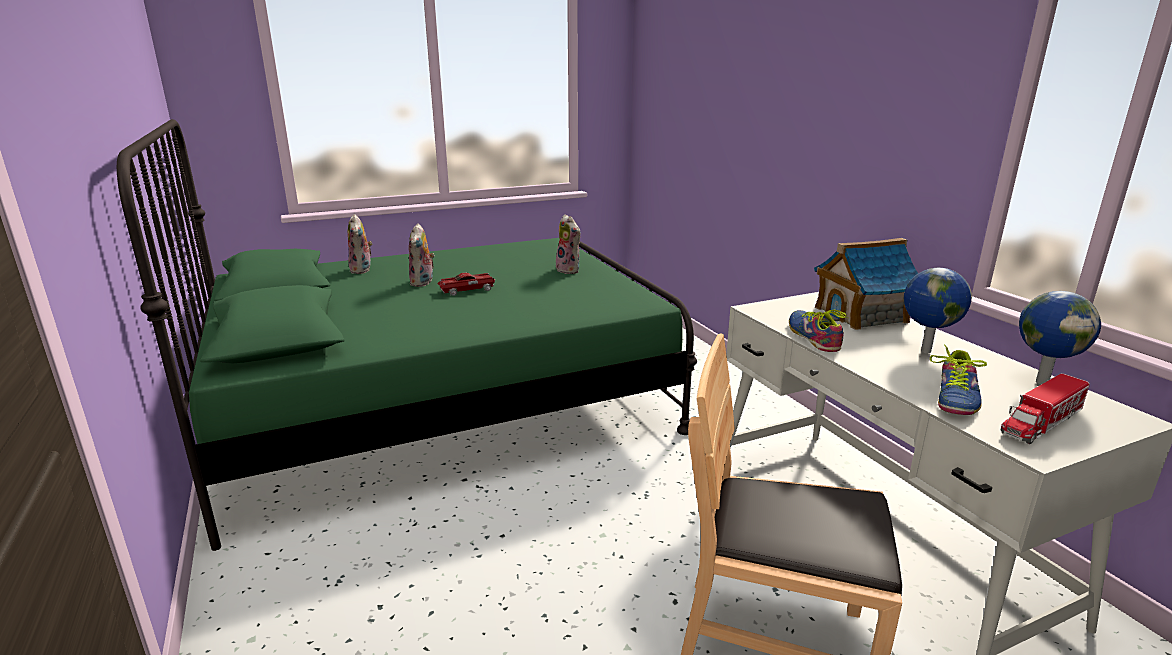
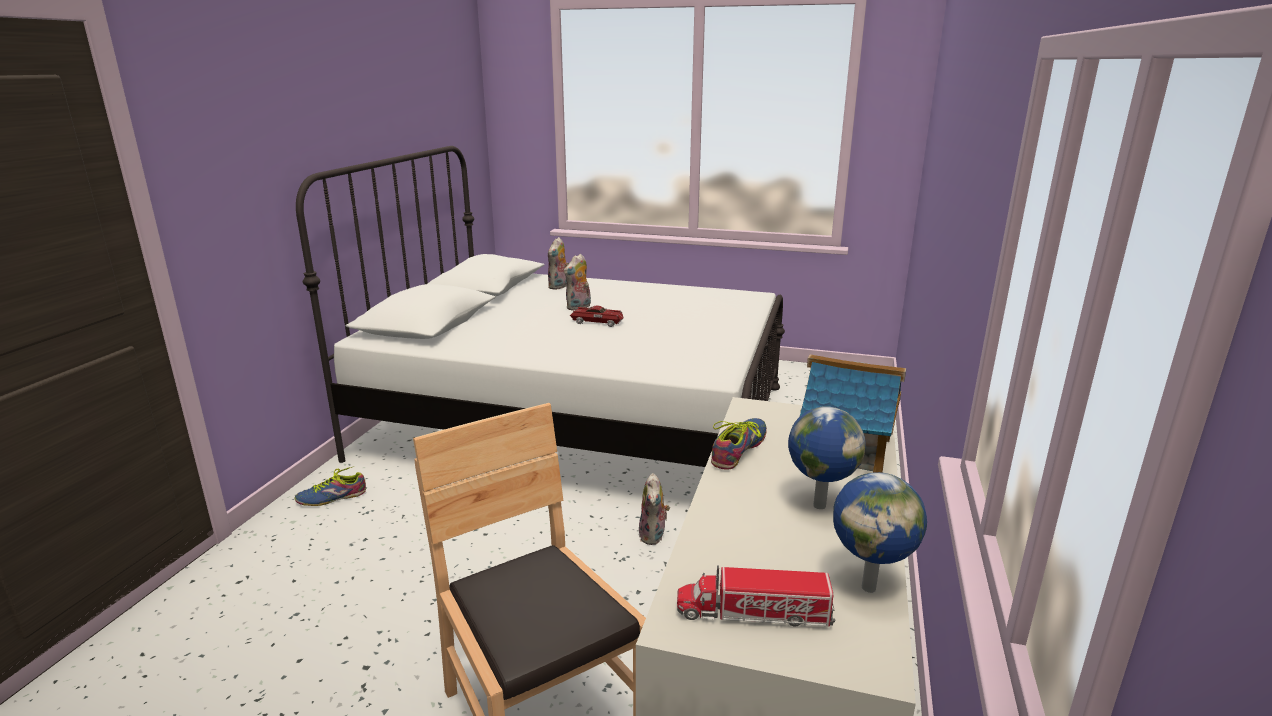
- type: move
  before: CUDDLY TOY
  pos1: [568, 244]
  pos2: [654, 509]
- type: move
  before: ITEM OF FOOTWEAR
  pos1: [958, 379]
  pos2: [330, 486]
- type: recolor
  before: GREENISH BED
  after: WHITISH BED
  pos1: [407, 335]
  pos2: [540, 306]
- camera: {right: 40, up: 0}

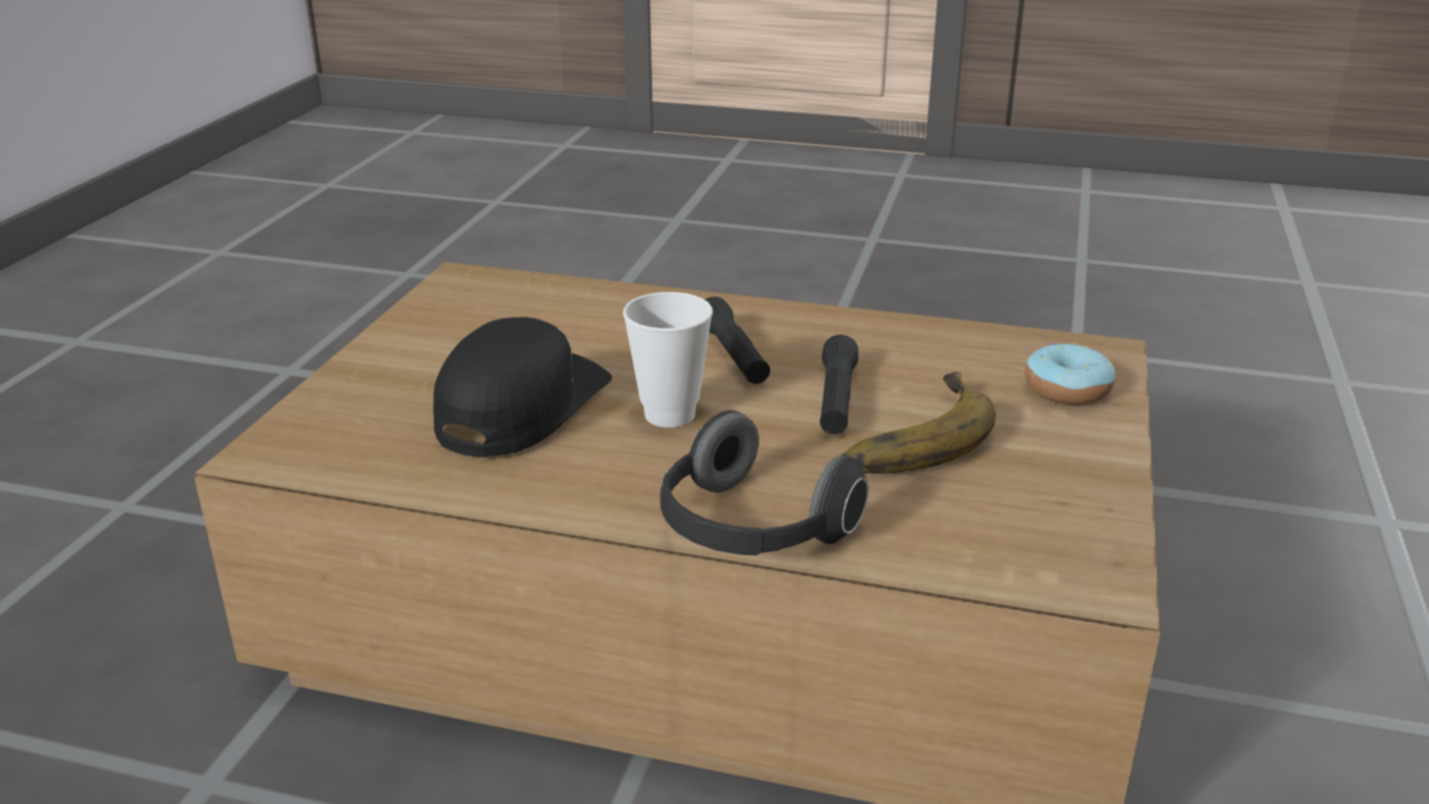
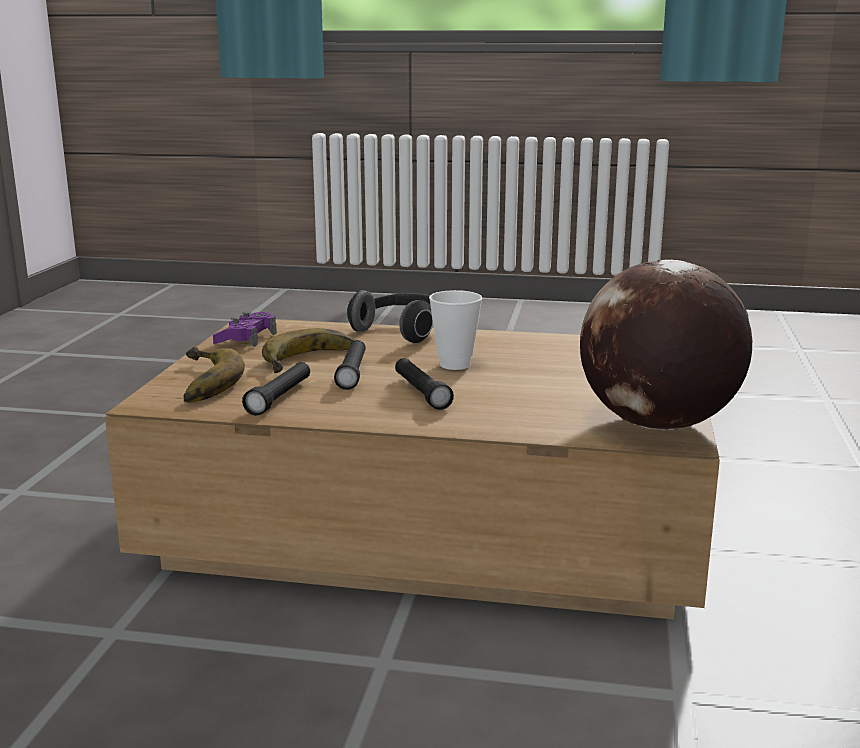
- type: delete
  before: BLACK CAP
  pos1: [522, 387]
- type: insert
  after: PURPLE GAME CONTROLLER
  pos2: [245, 329]
- type: insert
  after: BLACK TORCH
  pos2: [276, 389]
- type: insert
  after: WORLD GLOBE
  pos2: [666, 345]
- type: replace
  before: DONUT
  after: BANANA
  pos1: [1070, 374]
  pos2: [214, 375]
- camera: {right: 175, up: -10}

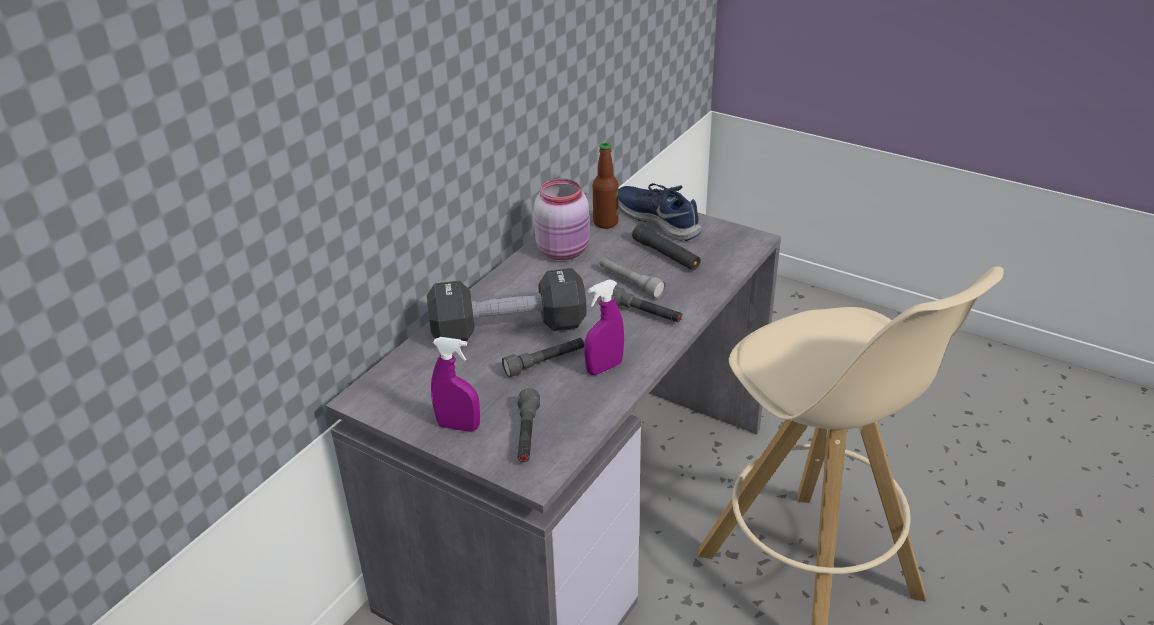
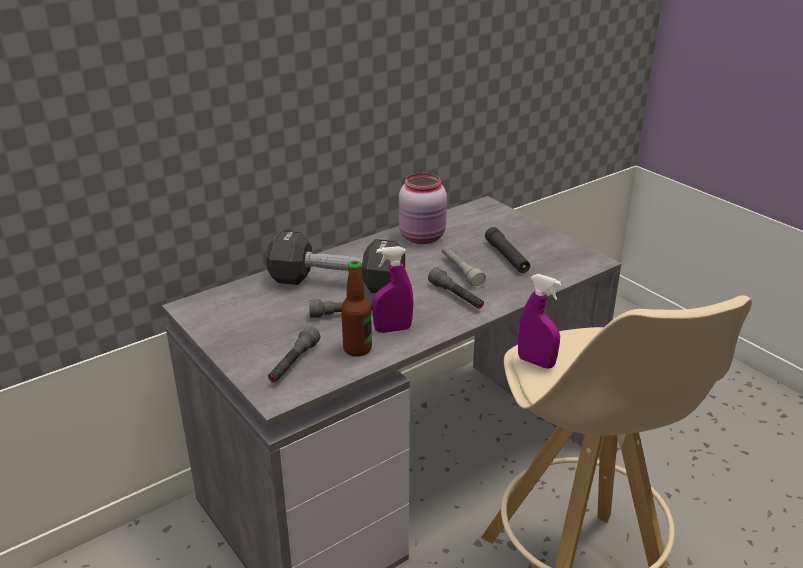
- type: delete
  before: BLUISH ITEM OF FOOTWEAR
  pos1: [660, 212]
- type: move
  before: PURPLE HAND SPRAYER
  pos1: [455, 384]
  pos2: [540, 321]
- type: move
  before: DRINK BOTTLE
  pos1: [606, 186]
  pos2: [356, 309]
- camera: {right: 20, up: -5}

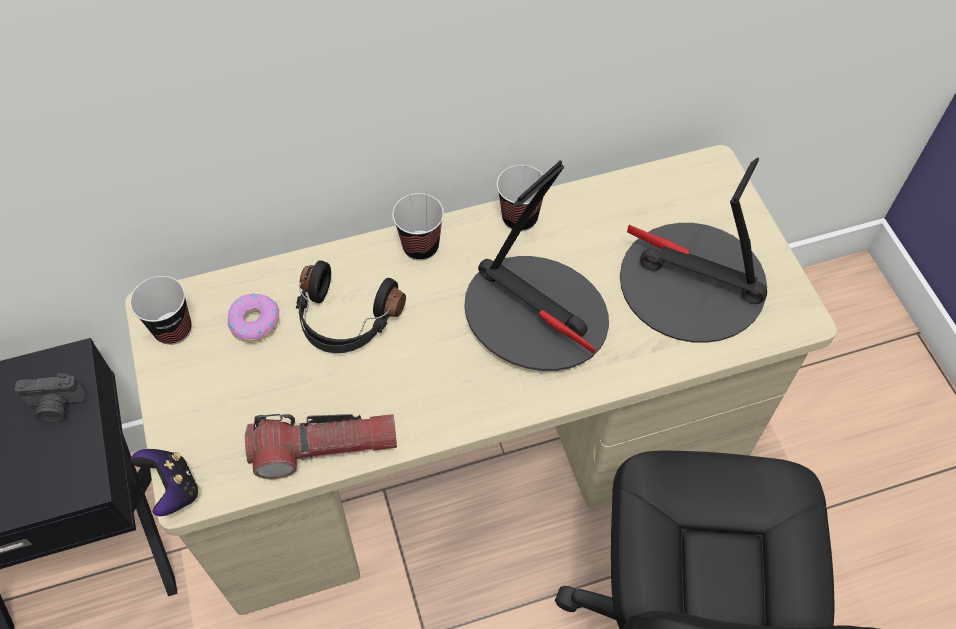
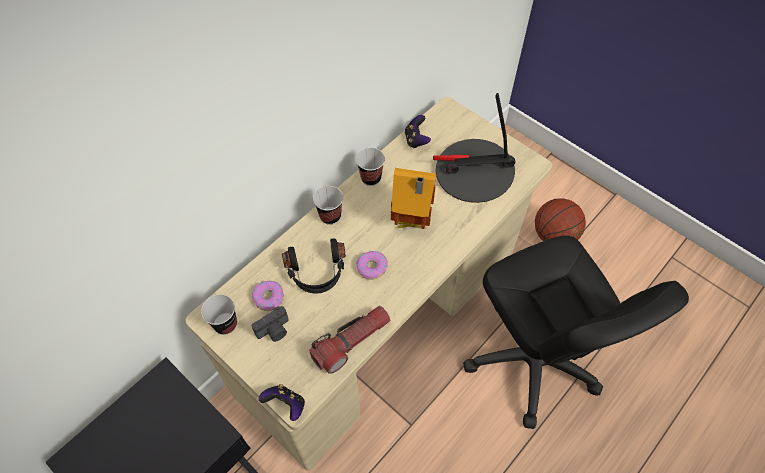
- type: insert
  after: DONUT
  pos2: [372, 265]
- type: insert
  after: GAME CONTROLLER
  pos2: [418, 132]
- type: insert
  after: BALL FOR BASKETBALL
  pos2: [560, 219]
- type: move
  before: STILL CAMERA
  pos1: [50, 398]
  pos2: [270, 324]
- type: replace
  before: TABLETOP LAMP
  after: MINIATURE HOUSE
  pos1: [536, 265]
  pos2: [413, 198]
- camera: {right: -30, up: 0}

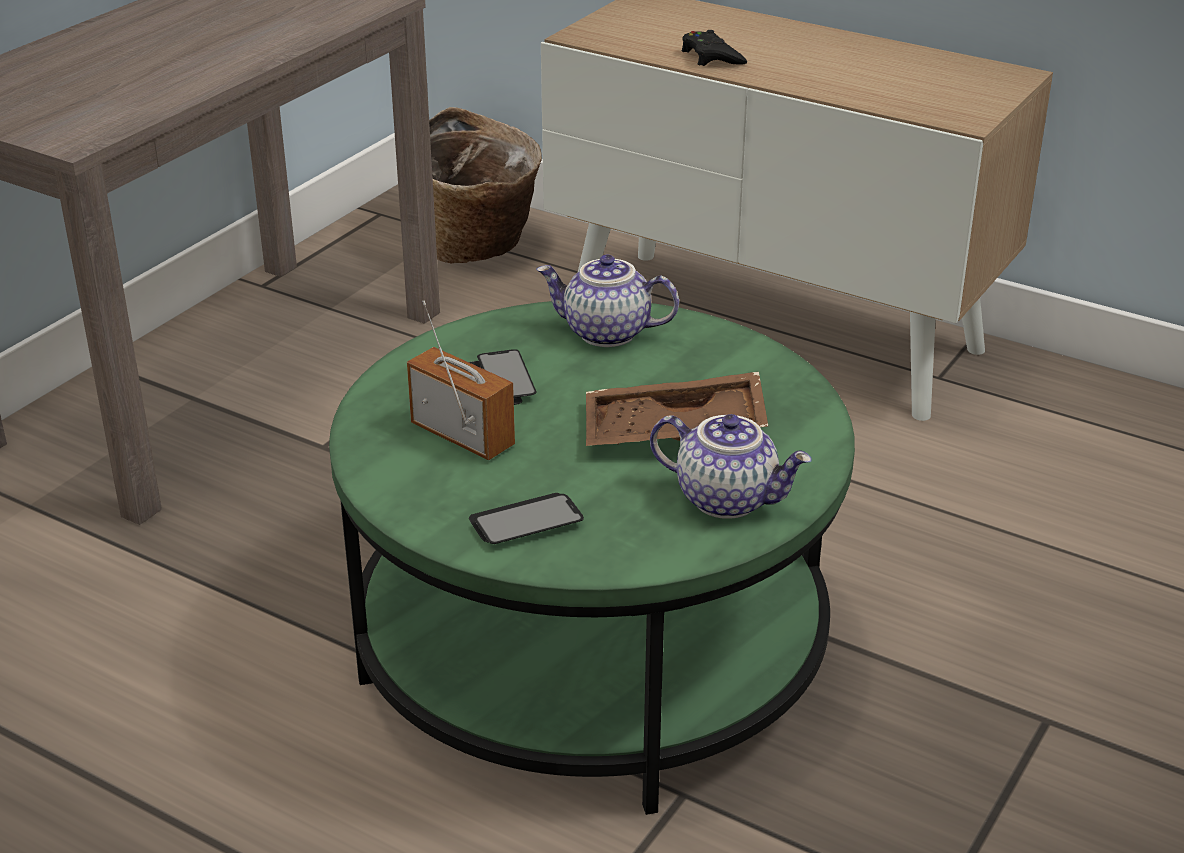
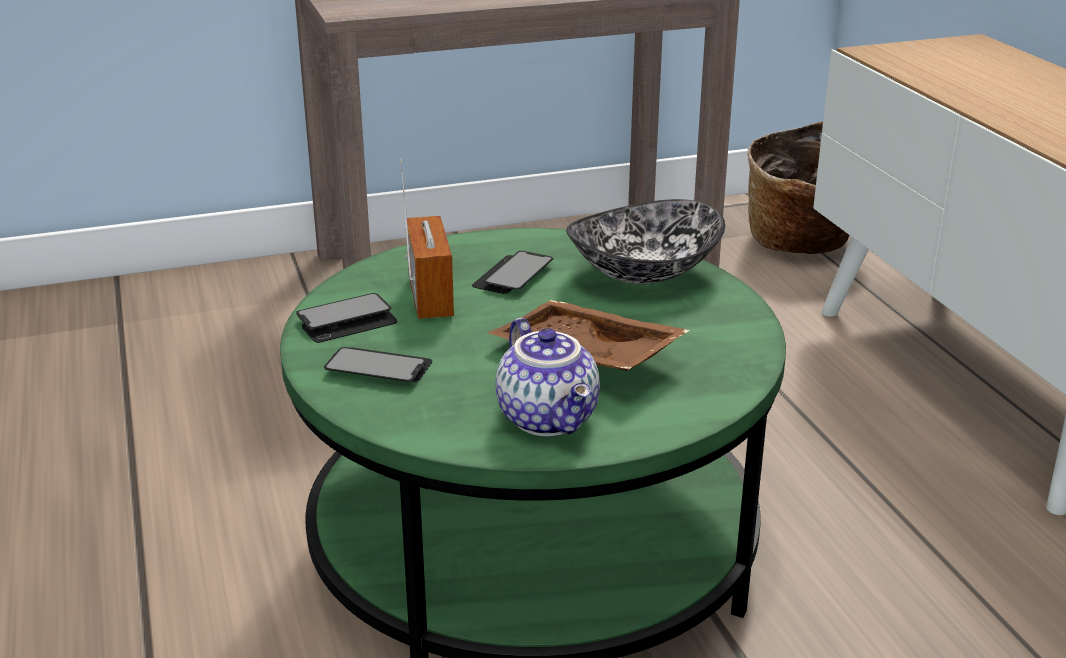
- type: delete
  before: BLACK GAME CONTROLLER
  pos1: [714, 48]
- type: insert
  after: PHONE
  pos2: [346, 318]
- type: replace
  before: TEAPOT
  after: BOWL
  pos1: [607, 301]
  pos2: [645, 241]
- camera: {right: 40, up: -5}

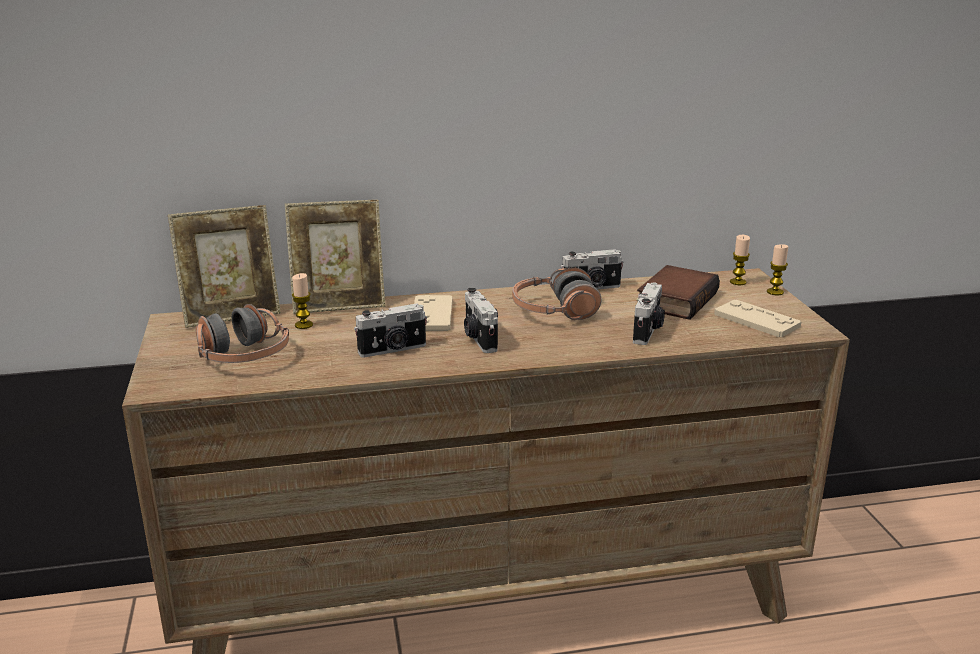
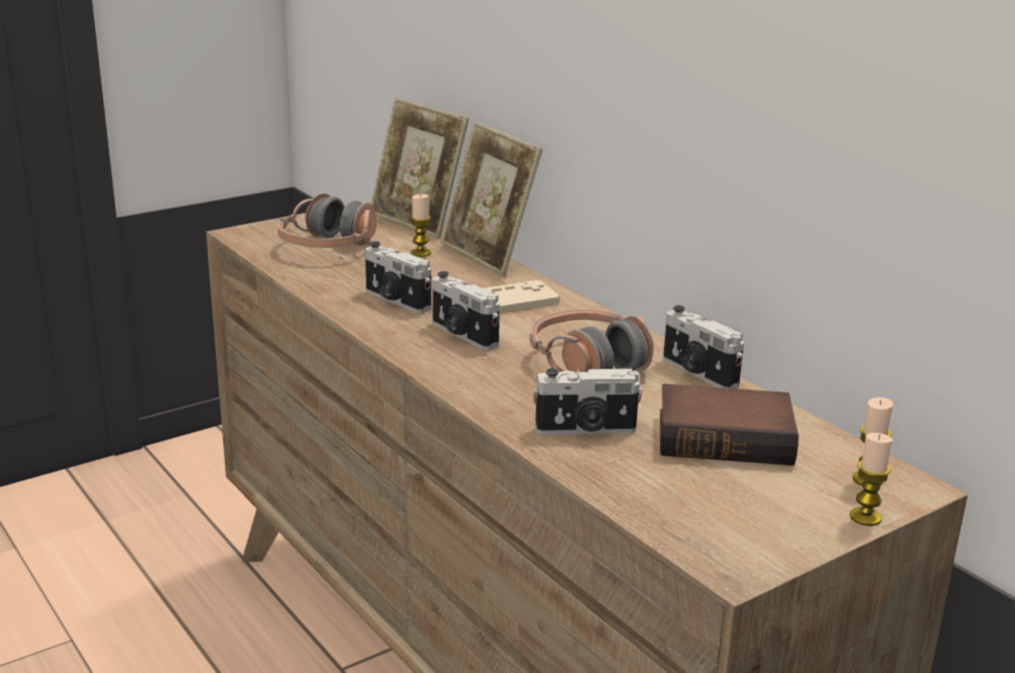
- type: delete
  before: SAND-COLOURED GAME CONTROLLER
  pos1: [757, 318]
- type: rotate
  before: STILL CAMERA
  pos1: [481, 320]
  pos2: [466, 310]
  turn: -90
- camera: {right: 65, up: 0}

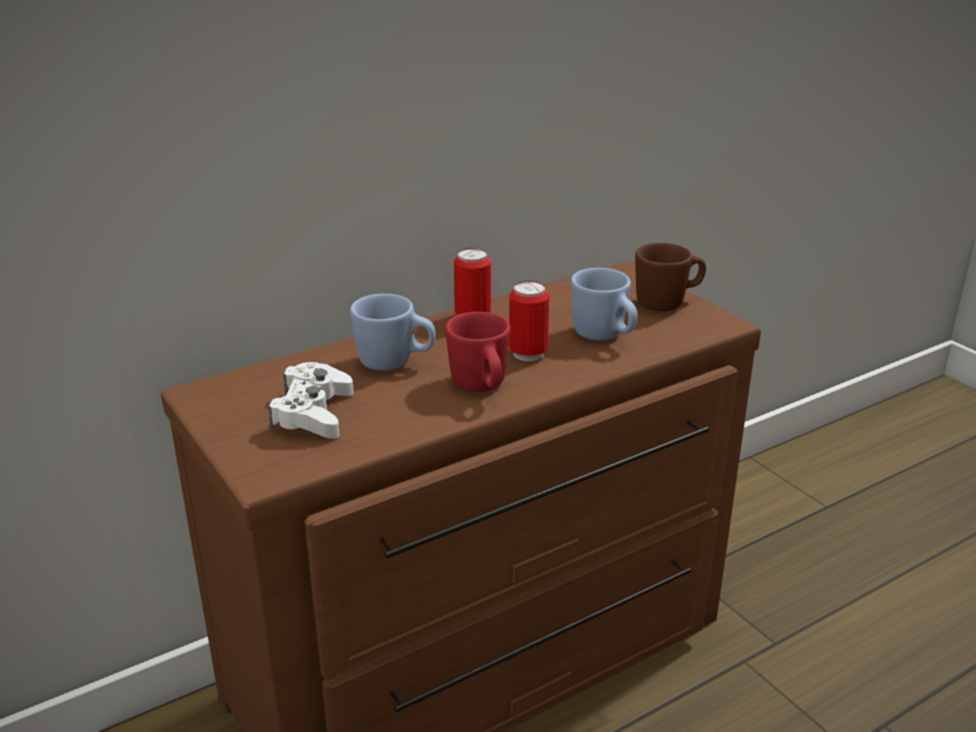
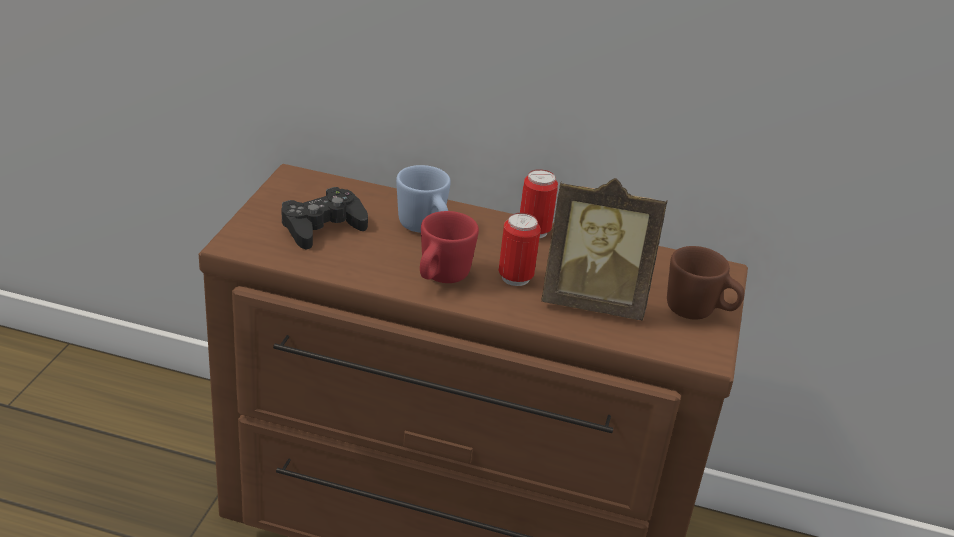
- type: replace
  before: BLUISH TEA MUG
  after: PICTURE FRAME
  pos1: [604, 304]
  pos2: [604, 249]
- type: recolor
  before: WHITISH GAME CONTROLLER
  after: BLACK GAME CONTROLLER
  pos1: [311, 400]
  pos2: [325, 218]
- camera: {right: 45, up: 5}

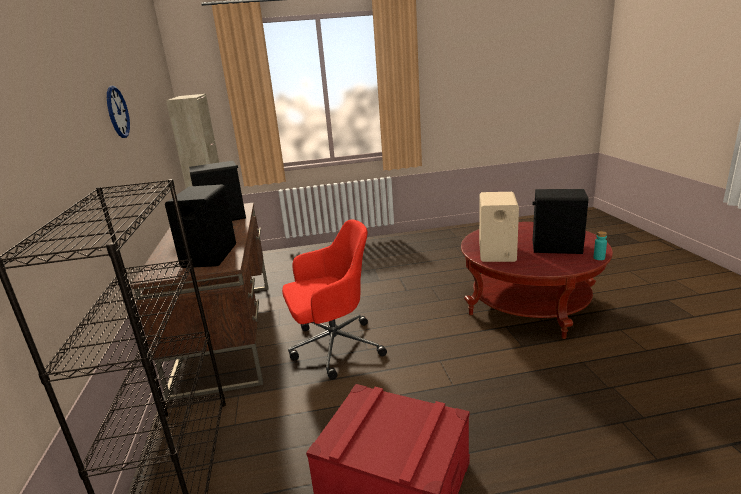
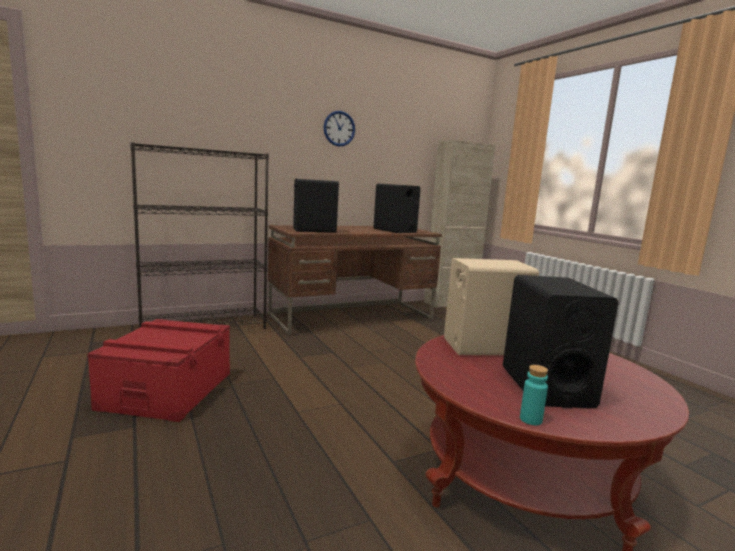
- type: delete
  before: RED OFFICE CHAIR
  pos1: [334, 299]
- camera: {right: 70, up: -10}

